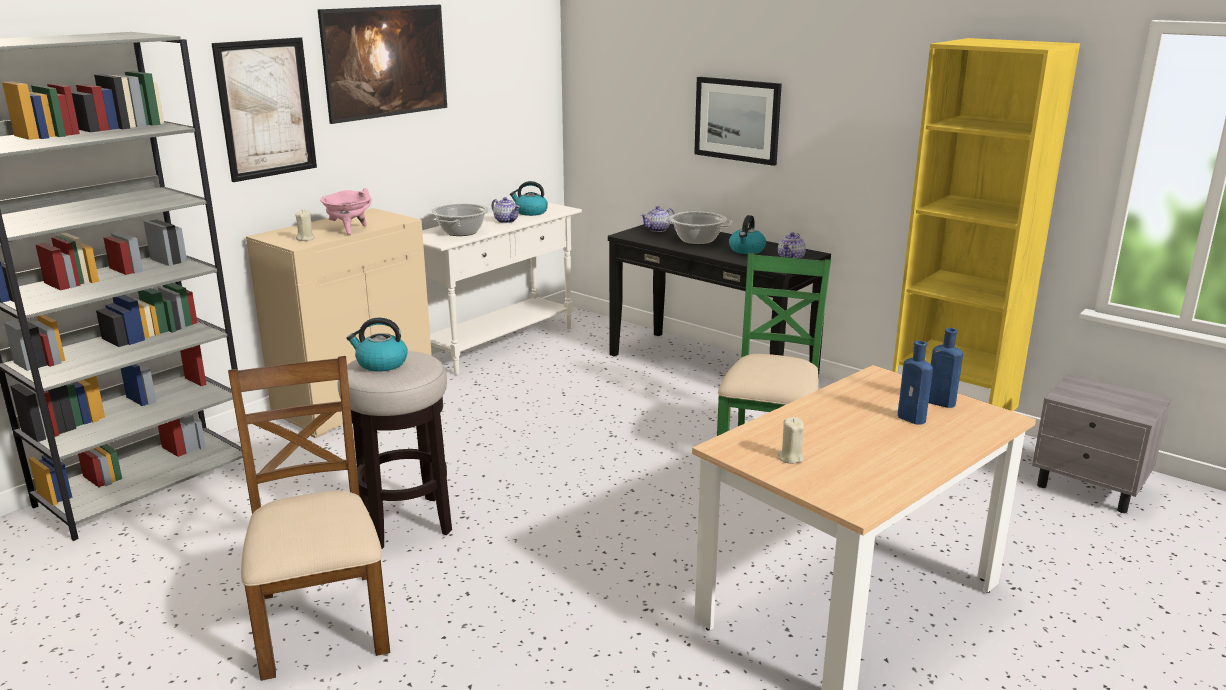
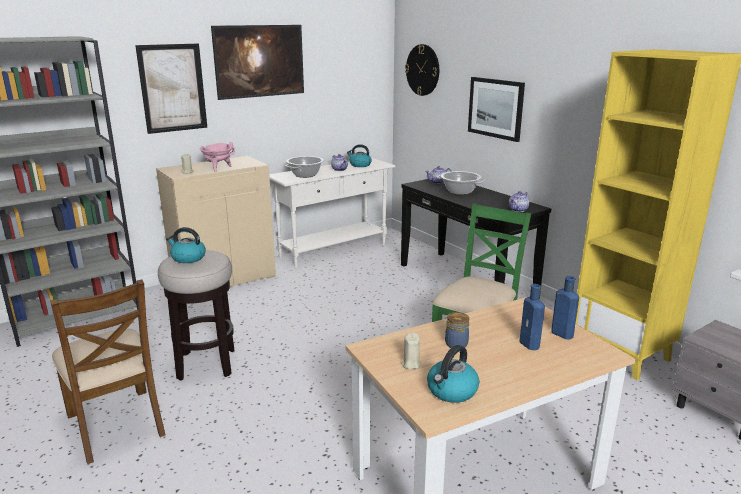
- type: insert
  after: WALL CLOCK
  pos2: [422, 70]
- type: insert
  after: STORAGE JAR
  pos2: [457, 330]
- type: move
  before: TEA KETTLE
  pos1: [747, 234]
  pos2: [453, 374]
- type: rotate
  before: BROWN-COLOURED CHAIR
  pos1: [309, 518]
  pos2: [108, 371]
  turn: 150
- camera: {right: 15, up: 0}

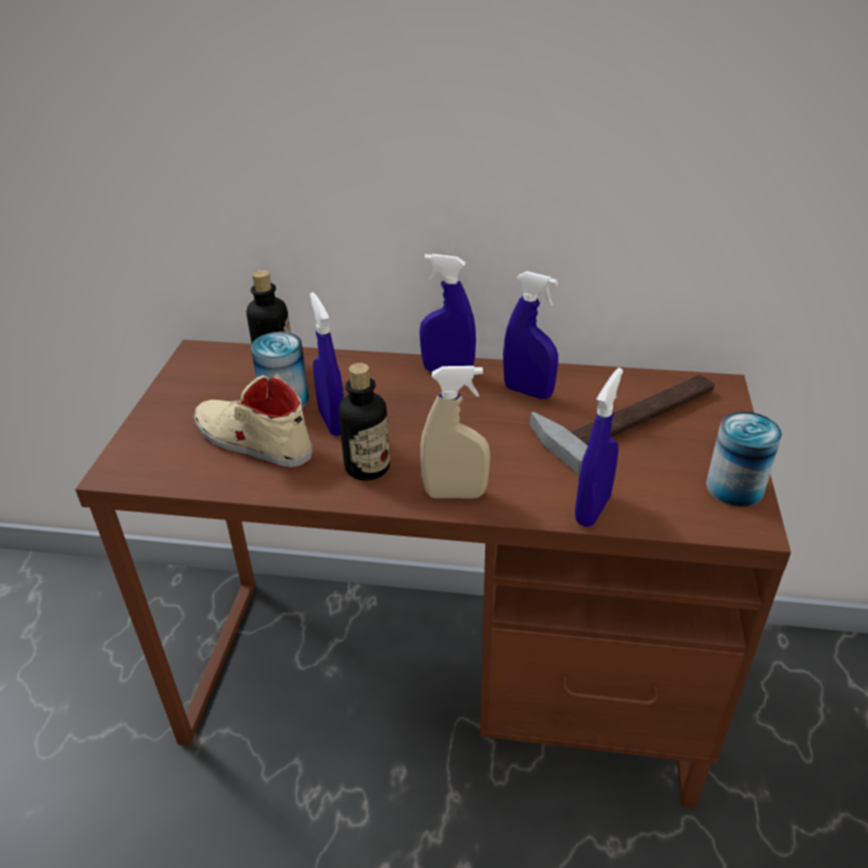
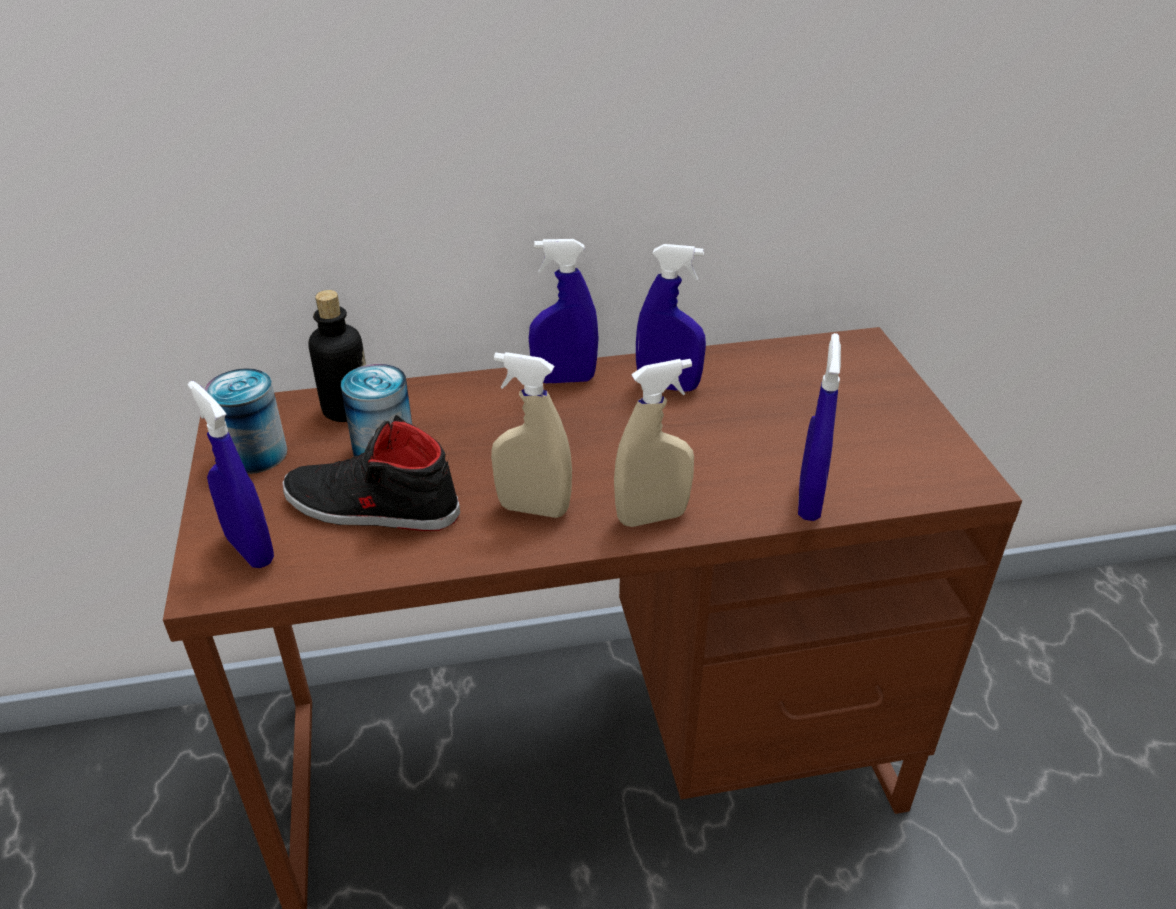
- type: delete
  before: HAMMER
  pos1: [622, 425]
- type: move
  before: BLUISH HAND SPRAYER
  pos1: [327, 364]
  pos2: [231, 474]
- type: move
  before: CAN
  pos1: [744, 459]
  pos2: [246, 421]
- type: replace
  before: DRINK BOTTLE
  after: SAND-COLOURED HAND SPRAYER
  pos1: [364, 422]
  pos2: [531, 435]
- type: recolor
  before: SAND-COLOURED ITEM OF FOOTWEAR
  after: BLACK ITEM OF FOOTWEAR
  pos1: [253, 420]
  pos2: [371, 473]
- camera: {right: -20, up: 0}

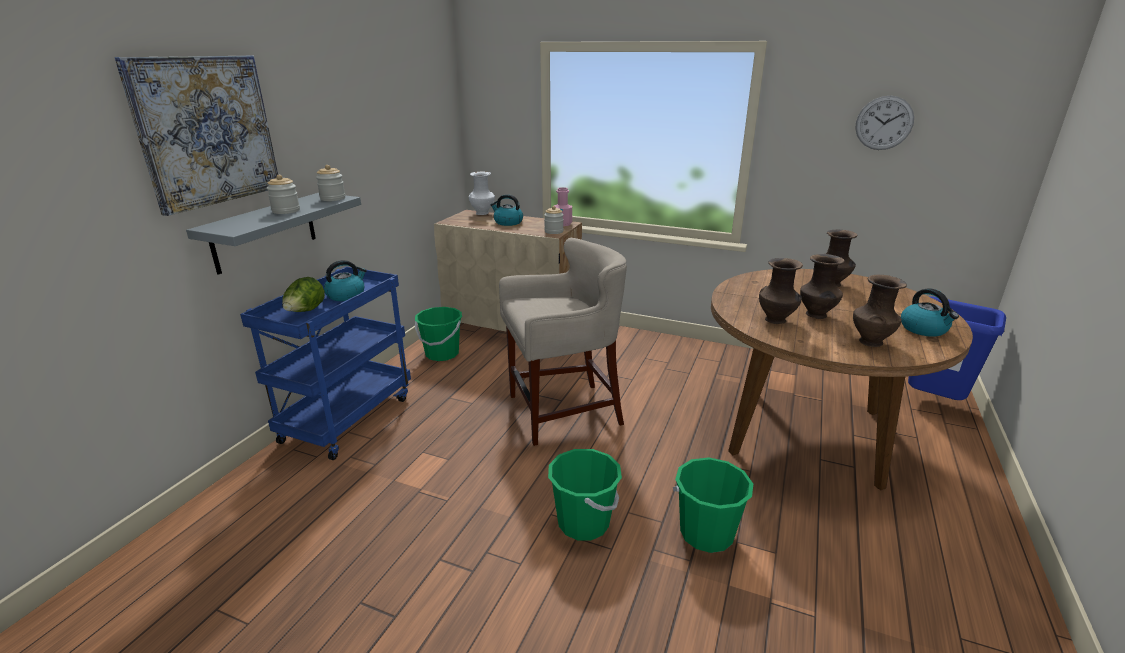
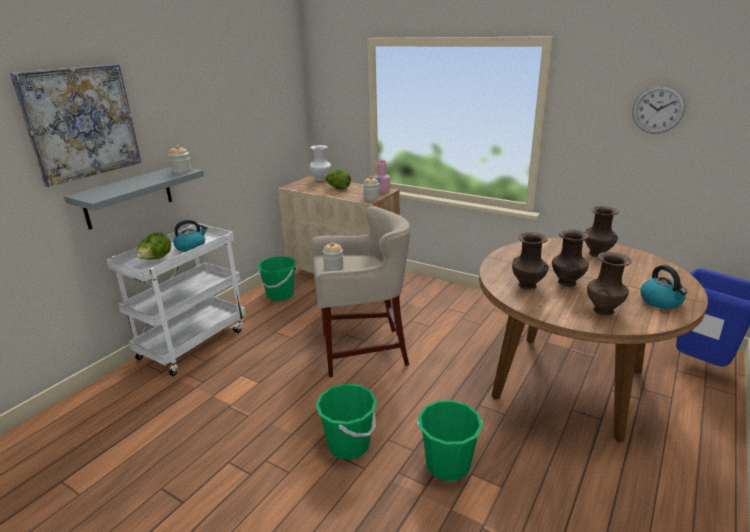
- type: move
  before: STORAGE JAR
  pos1: [283, 194]
  pos2: [333, 256]
- type: replace
  before: TEA KETTLE
  after: HEAD OF LETTUCE
  pos1: [507, 210]
  pos2: [337, 179]
- type: recolor
  before: BLUISH WHEELED CART
  after: WHITISH WHEELED CART
  pos1: [325, 363]
  pos2: [176, 299]
- camera: {right: 10, up: 0}

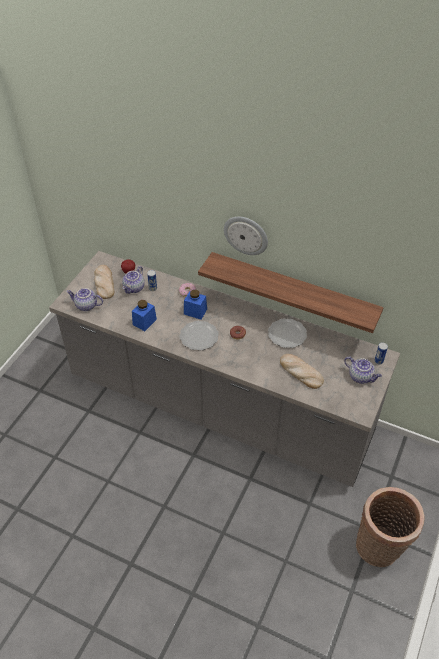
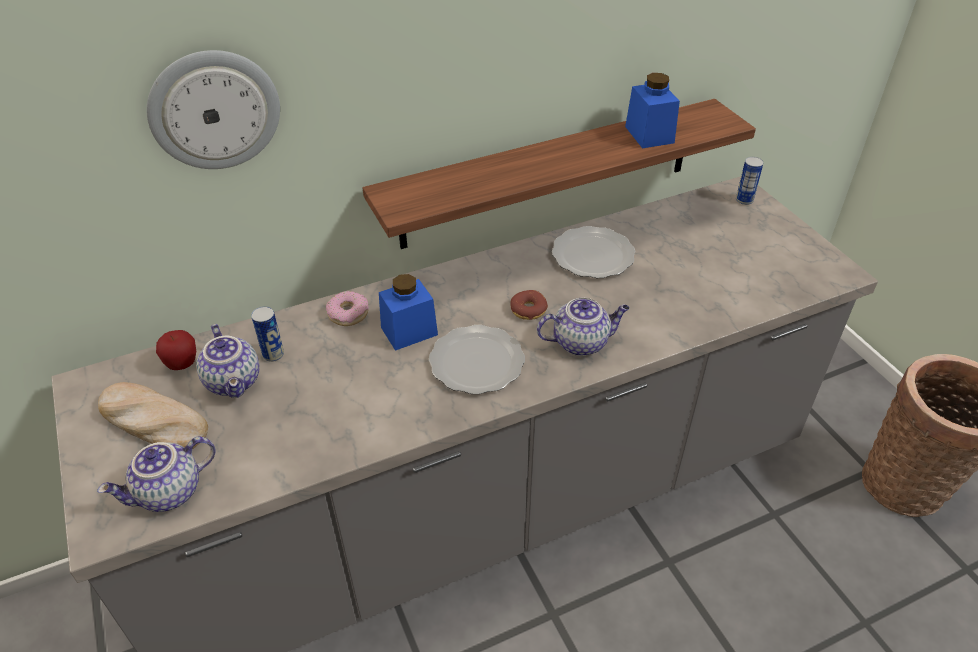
- type: delete
  before: BAKED BREAD
  pos1: [302, 371]
- type: move
  before: BLUISH STORAGE JAR
  pos1: [144, 315]
  pos2: [652, 110]
- type: move
  before: WALL CLOCK
  pos1: [246, 235]
  pos2: [213, 109]
- type: move
  before: TEAPOT
  pos1: [363, 370]
  pos2: [583, 327]
- camera: {right: -50, up: -5}

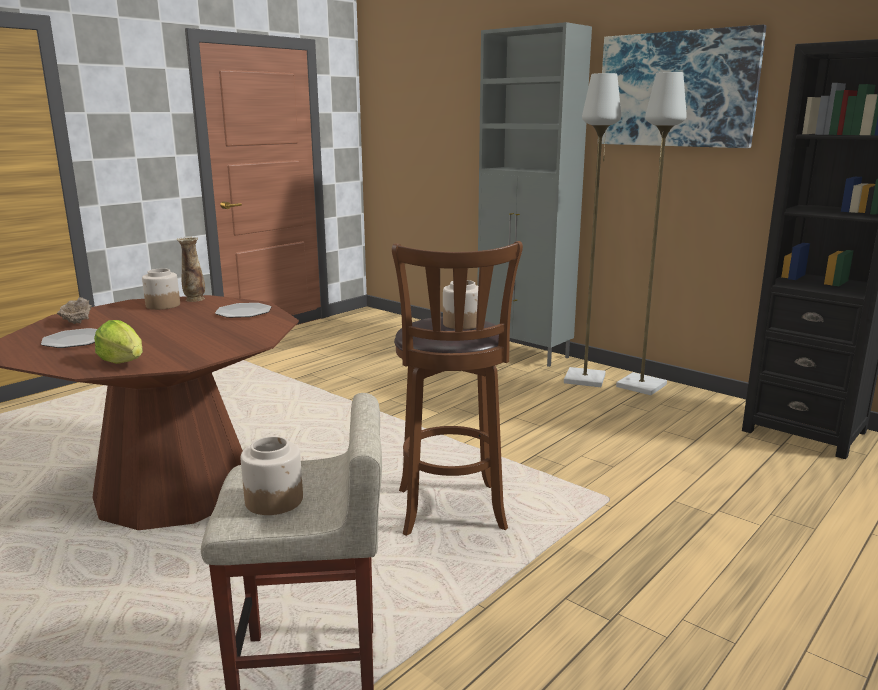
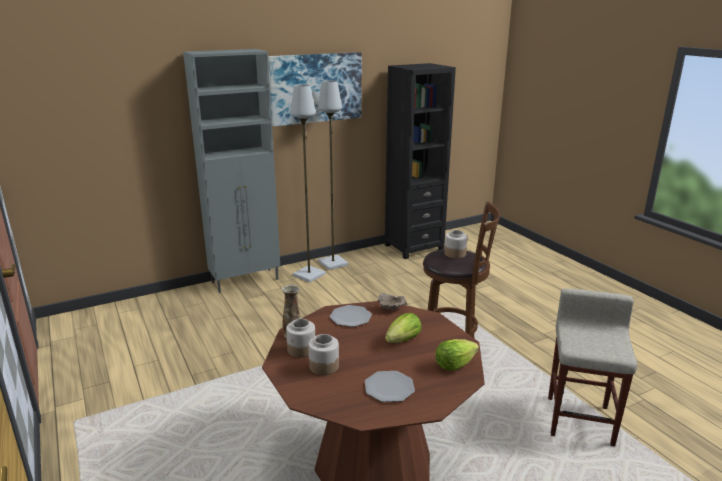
- type: insert
  after: HEAD OF LETTUCE
  pos2: [403, 328]
- type: move
  before: SAND-COLOURED BOWL
  pos1: [74, 310]
  pos2: [392, 301]
- type: move
  before: STORAGE JAR
  pos1: [272, 475]
  pos2: [323, 354]
- camera: {right: -70, up: 5}

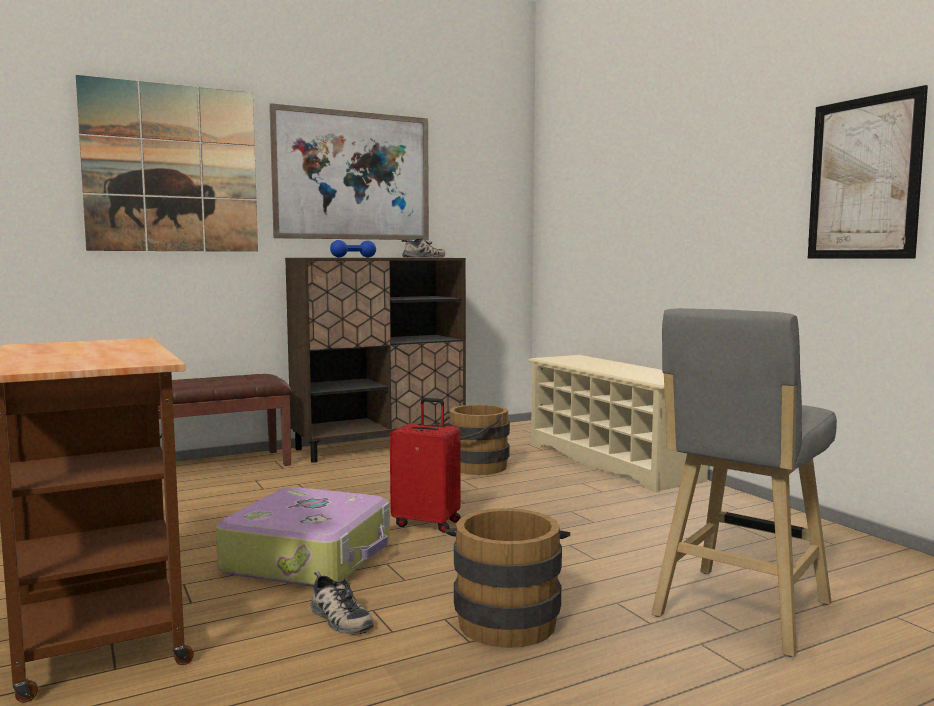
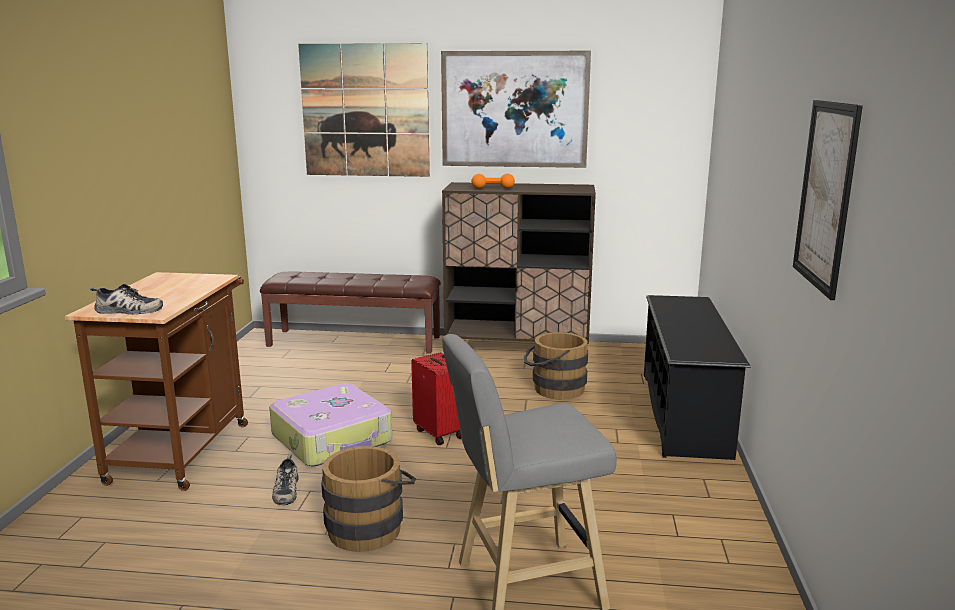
- type: move
  before: ITEM OF FOOTWEAR
  pos1: [423, 248]
  pos2: [126, 299]
- type: recolor
  before: BLUISH FREE WEIGHT
  after: ORANGE-COLOURED FREE WEIGHT
  pos1: [353, 248]
  pos2: [493, 181]
- type: recolor
  before: SAND-COLOURED SHOE SHELF
  after: BLACK SHOE SHELF
  pos1: [618, 424]
  pos2: [697, 377]
- camera: {right: 35, up: 10}

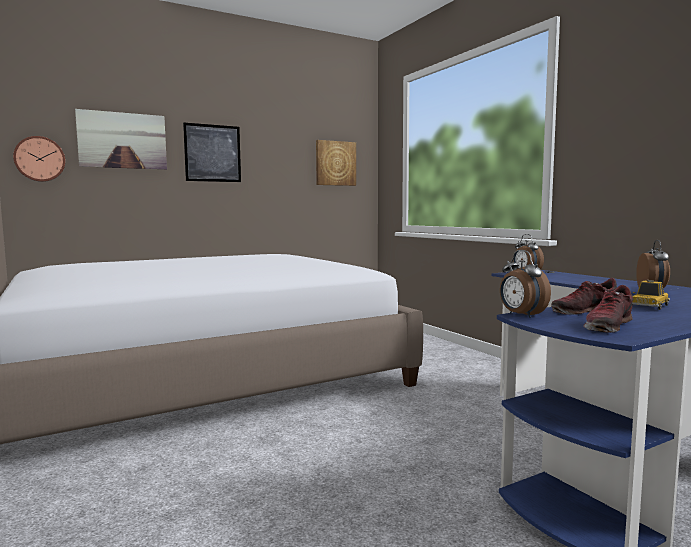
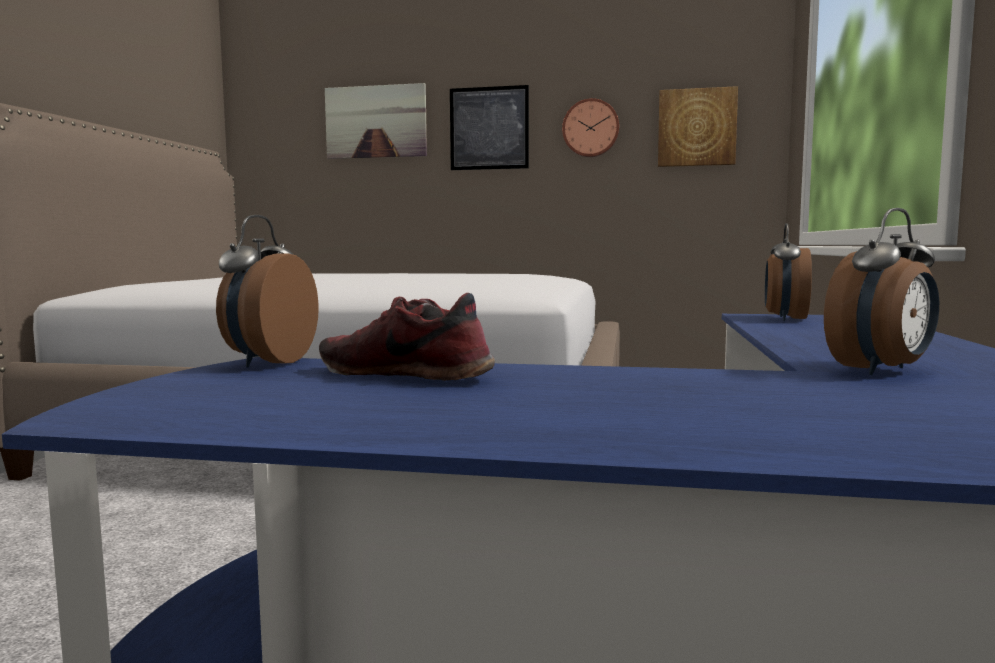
- type: delete
  before: ITEM OF FOOTWEAR
  pos1: [608, 309]
- type: delete
  before: TOY CAR
  pos1: [651, 295]
- type: move
  before: WALL CLOCK
  pos1: [39, 159]
  pos2: [590, 127]
- camera: {right: 40, up: 0}

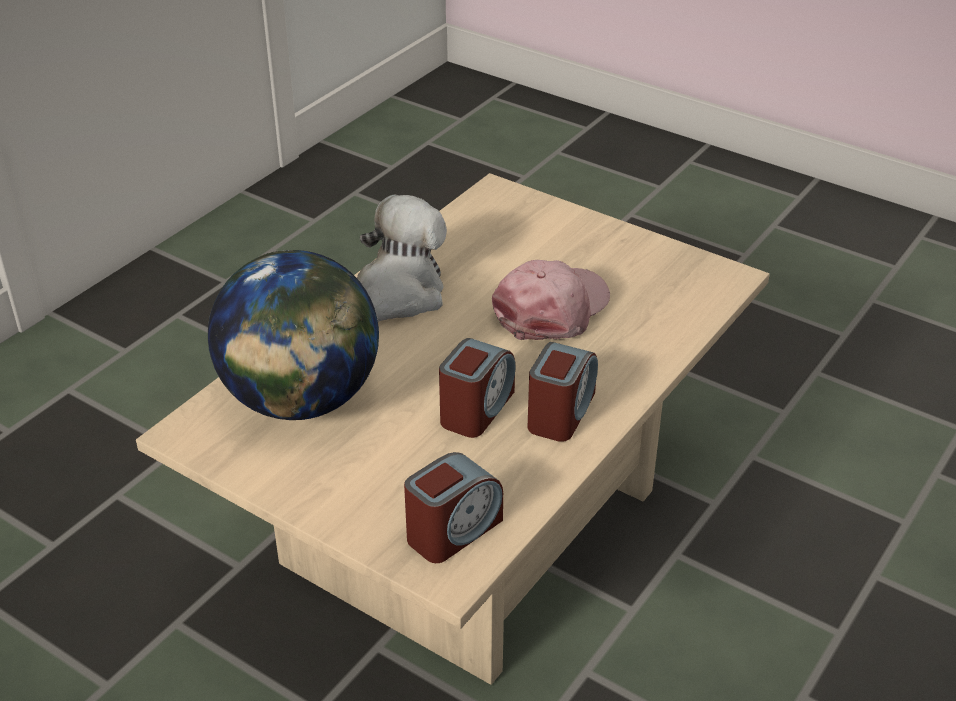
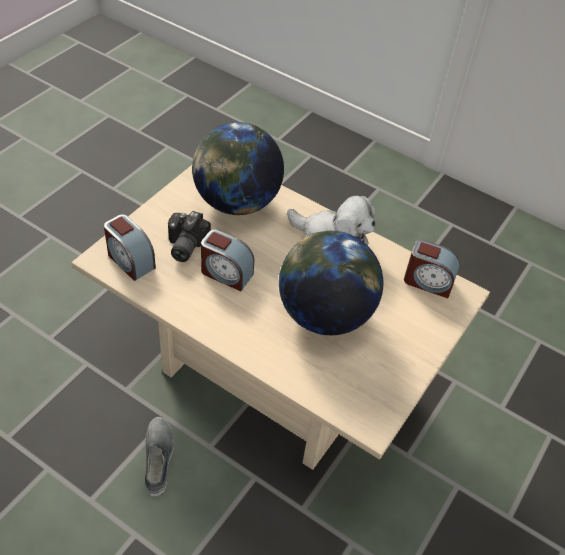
- type: insert
  after: GRAY ITEM OF FOOTWEAR
  pos2: [159, 456]
- type: insert
  after: STILL CAMERA
  pos2: [189, 236]
- type: move
  before: BEDSIDE CLOCK
  pos1: [563, 392]
  pos2: [432, 268]
- type: replace
  before: PINK-COLOURED CAP
  after: WORLD GLOBE
  pos1: [551, 300]
  pos2: [331, 283]
- camera: {right: 85, up: 10}

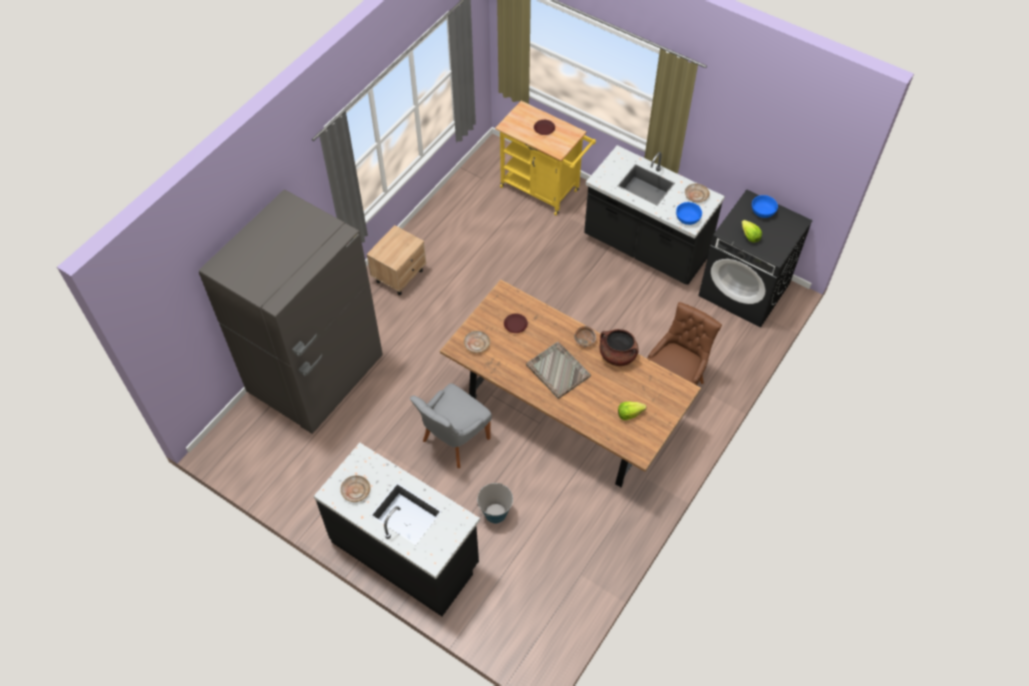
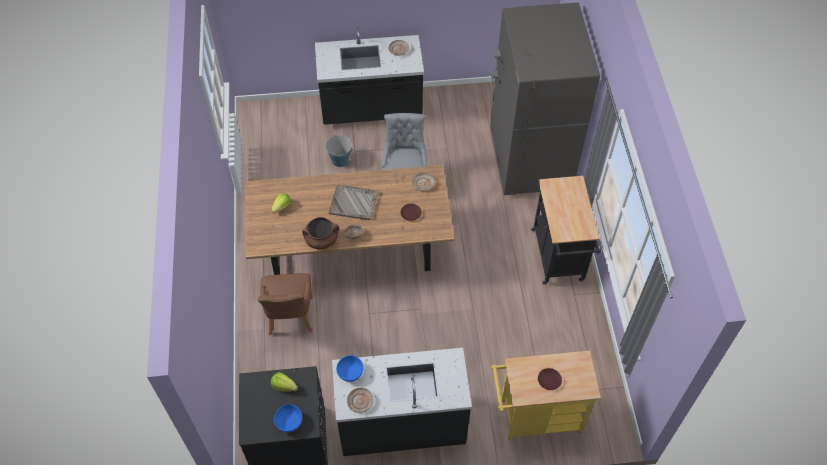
- type: replace
  before: SAND-COLOURED NIGHT TABLE
  after: BLACK WHEELED CART
  pos1: [397, 260]
  pos2: [566, 230]
- camera: {right: 140, up: 0}

